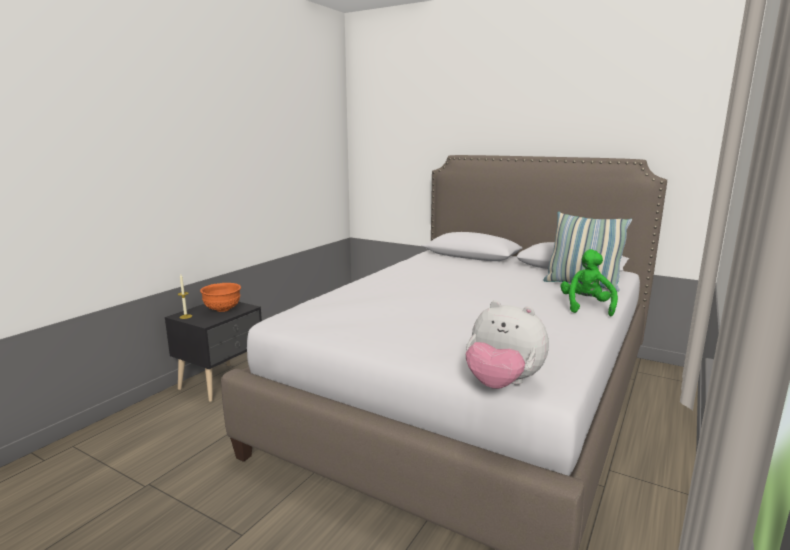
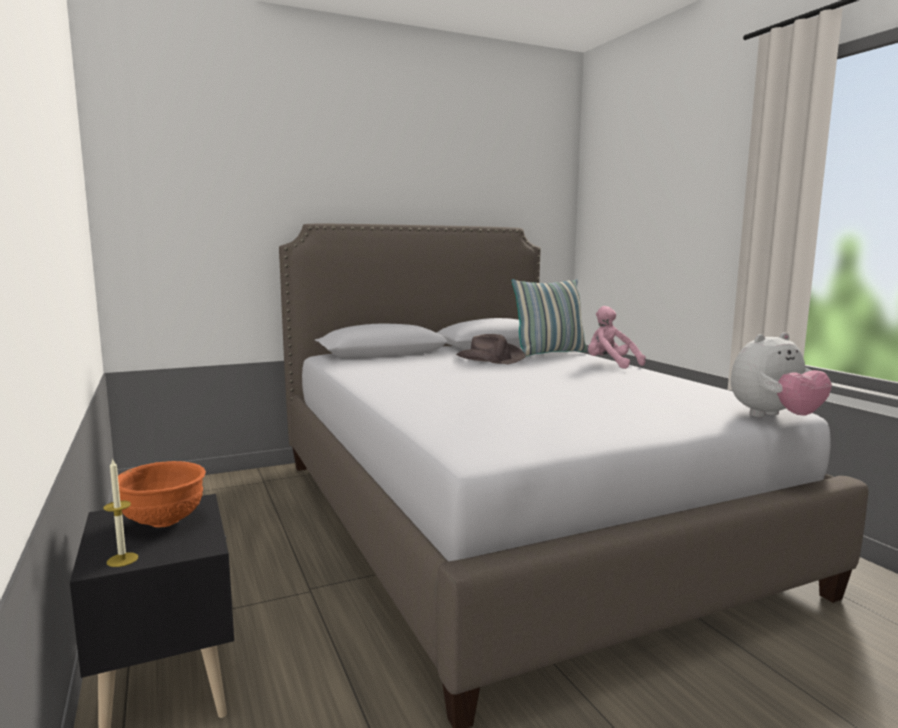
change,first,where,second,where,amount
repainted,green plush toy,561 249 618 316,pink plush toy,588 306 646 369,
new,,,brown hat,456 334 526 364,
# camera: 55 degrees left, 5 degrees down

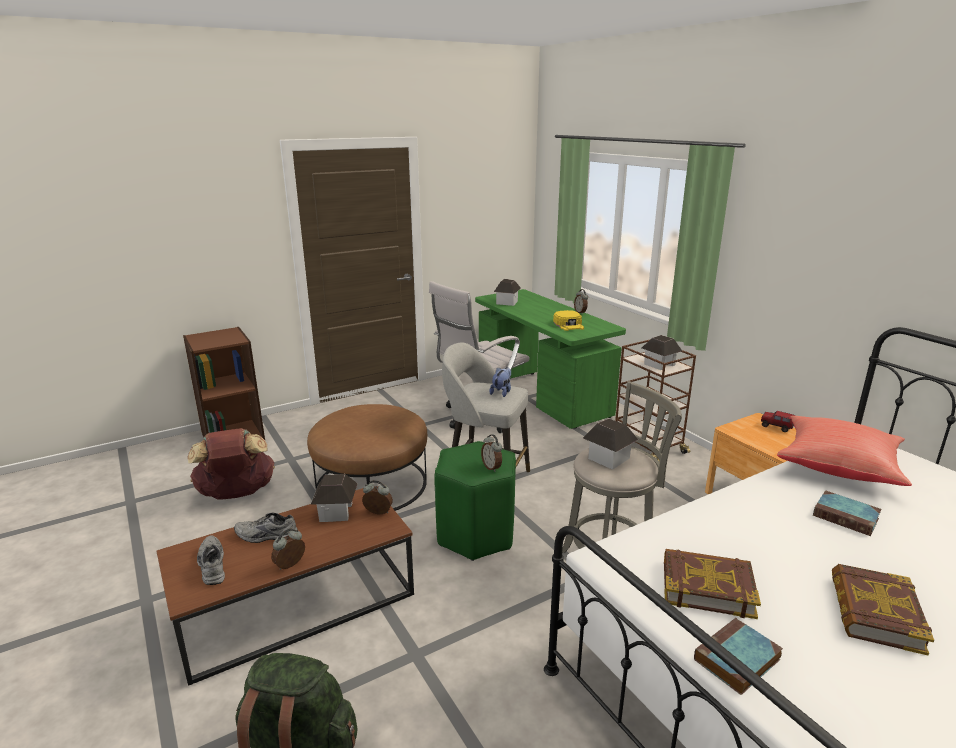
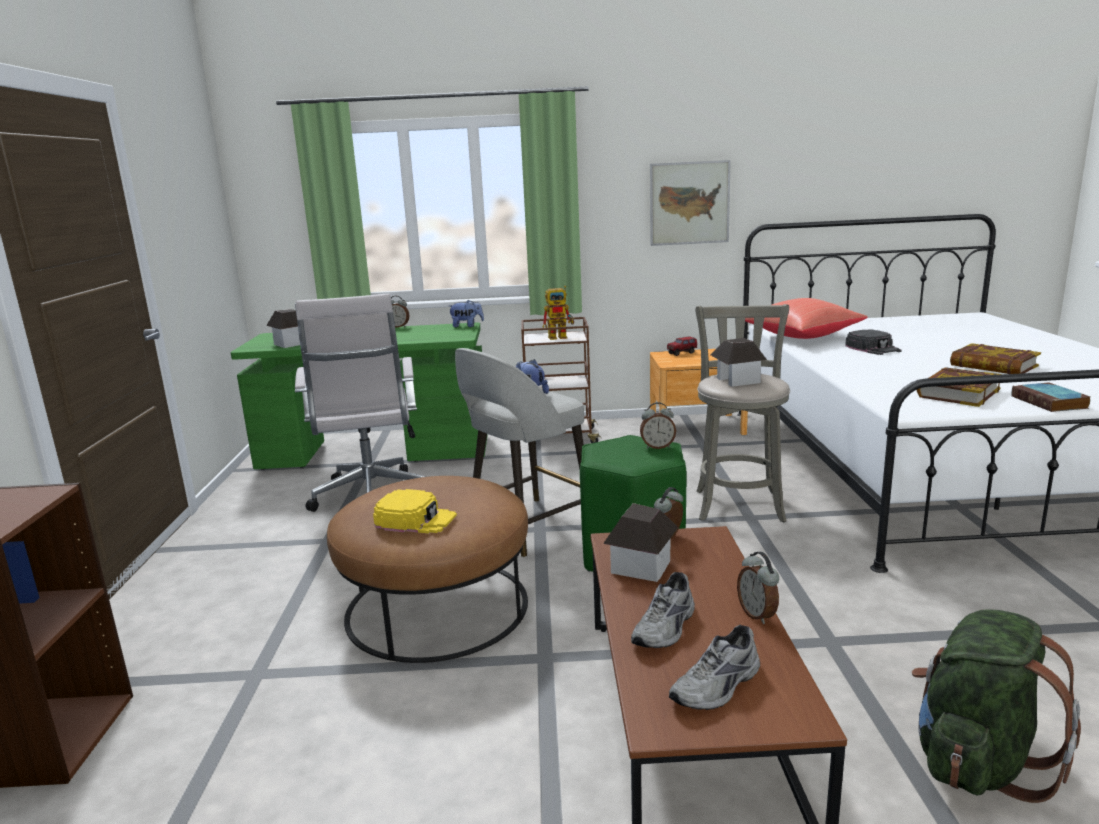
change,first,where,second,where,amount
gone,brown backpack,187 428 275 500,,,
rotated,grey shoe,197 535 225 585,,669 625 760 710,45 degrees counterclockwise
shifted,yellow cap,553 310 584 331,,373 489 457 533,
swapped,toy house,642 335 682 370,toy robot,542 286 574 340,
swapped,book,813 490 882 536,black cap,845 329 902 355,
new,,,plush toy,449 300 484 328,
new,,,picture,650 160 731 246,
# camera: 60 degrees left, 5 degrees down

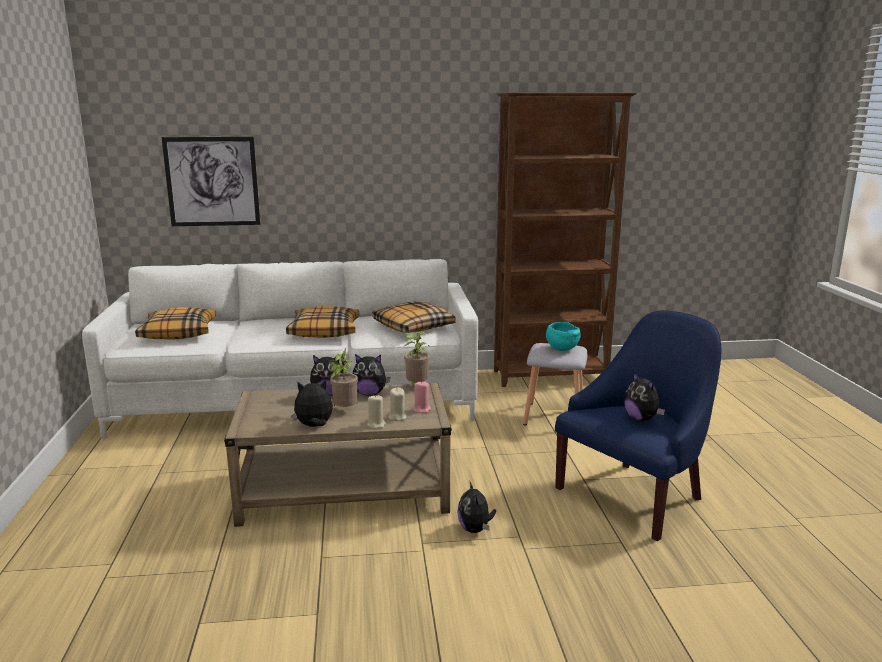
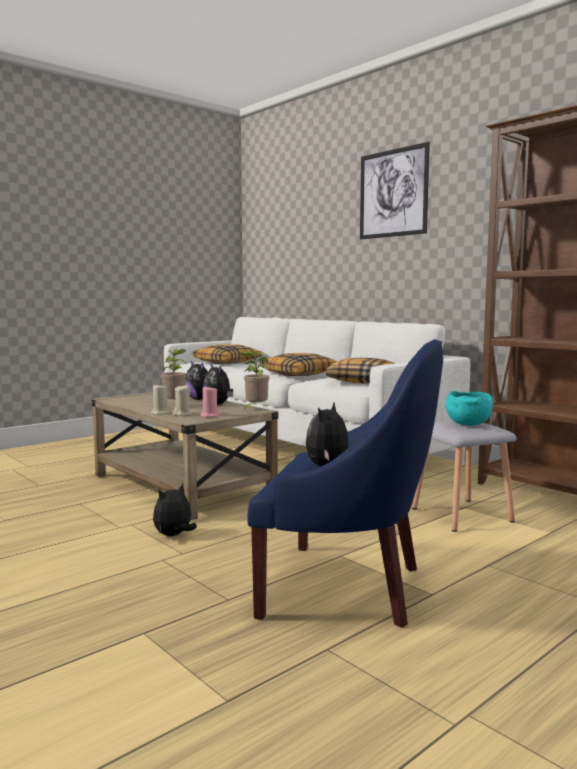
change,first,where,second,where,amount
shifted,picture,162 137 260 226,,360 142 430 239,
gone,plush toy,291 380 333 427,,,
# camera: 55 degrees right, 10 degrees down

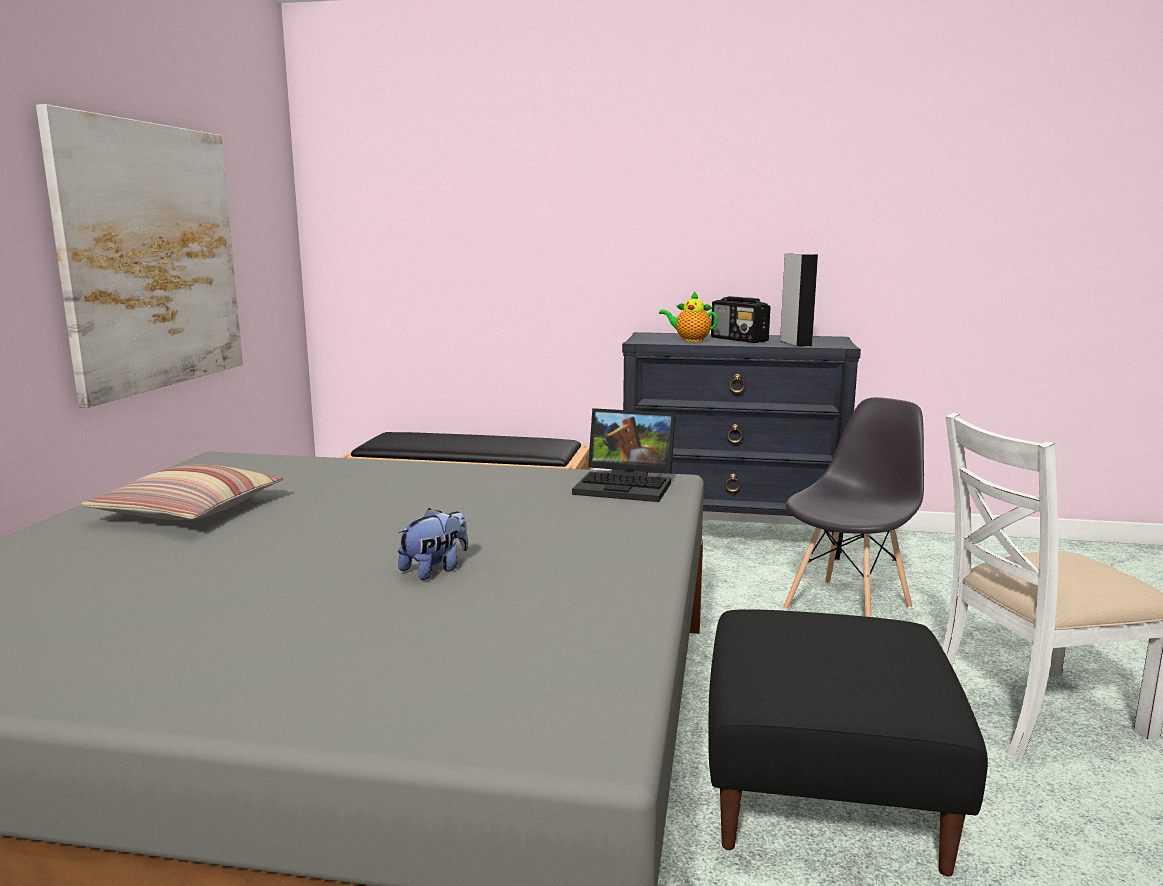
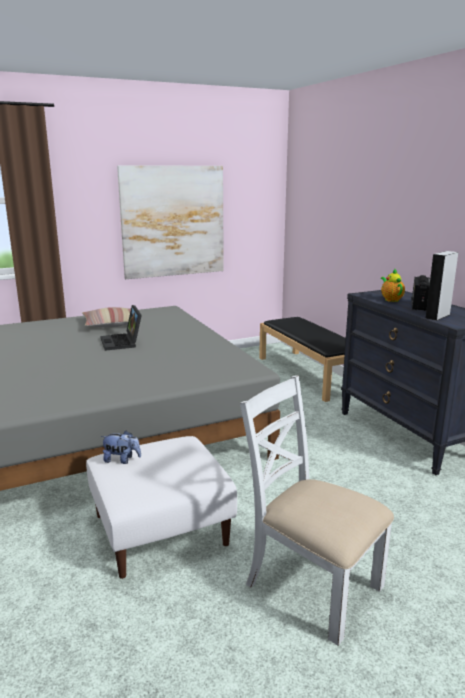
change,first,where,second,where,amount
shifted,plush toy,398 508 468 580,,101 431 141 464,
shifted,laptop,572 408 676 502,,101 305 142 351,
repainted,black ottoman,708 609 988 876,white ottoman,86 436 237 579,
gone,grey chair,783 397 924 617,,,
# camera: 55 degrees right, 5 degrees up

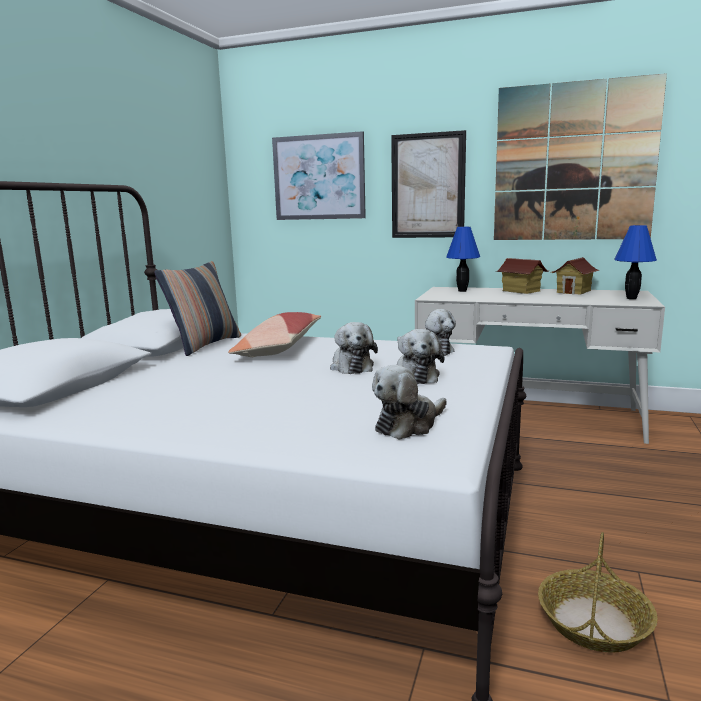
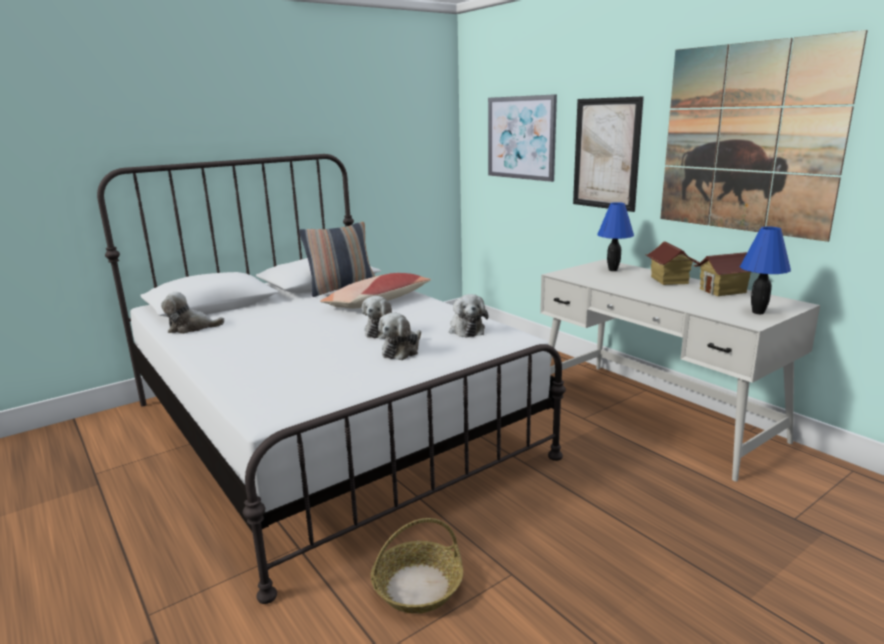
change,first,where,second,where,amount
shifted,plush toy,372 365 446 440,,161 292 224 334,
# camera: 35 degrees right, 5 degrees up

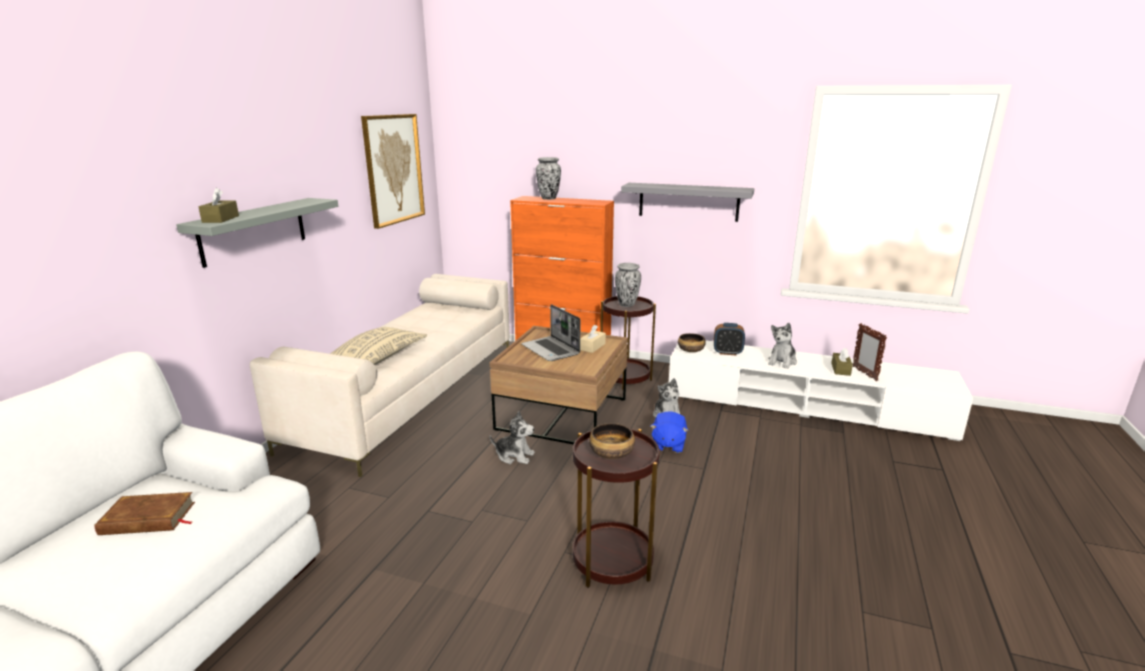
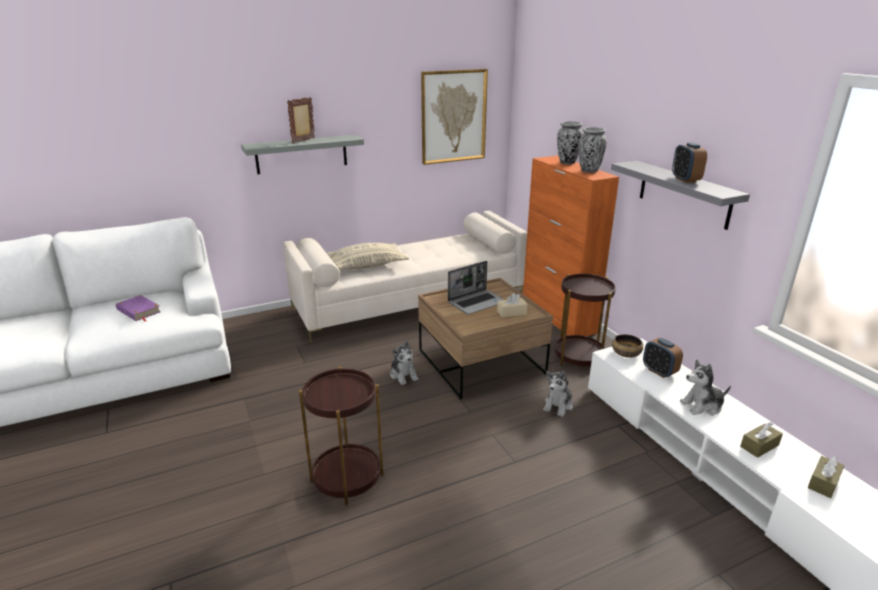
change,first,where,second,where,amount
repainted,brown book,95 492 195 535,purple book,116 295 161 322,
shifted,brown tissue box,199 188 239 223,,808 456 845 498,
rotated,laptop,521 304 580 361,,448 261 504 314,135 degrees counterclockwise
gone,bowl,589 423 635 459,,,
shifted,vase,615 263 641 307,,579 127 607 173,
gone,blue plush toy,650 411 688 453,,,
shifted,picture frame,853 323 887 381,,287 97 315 144,
new,,,alarm clock,672 142 707 183,
# camera: 45 degrees right, 5 degrees up

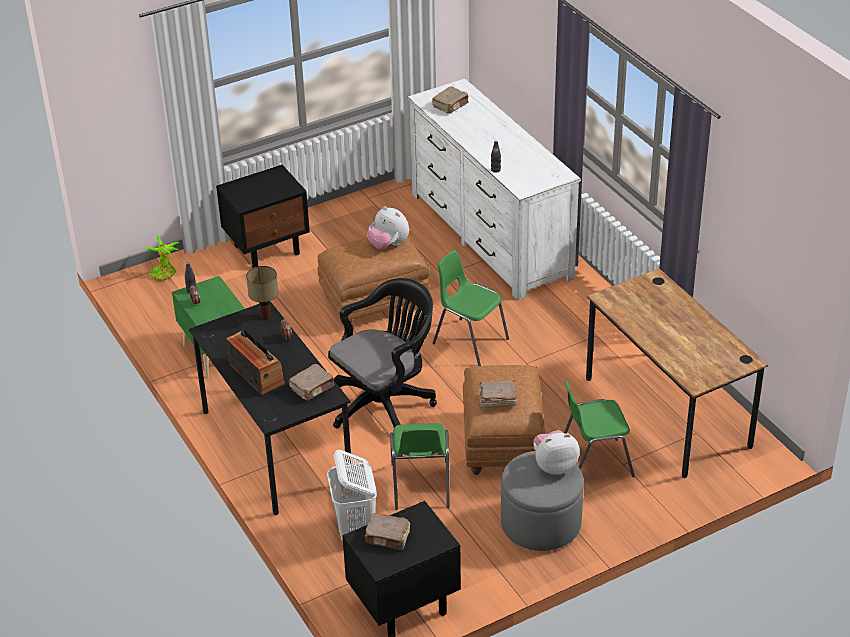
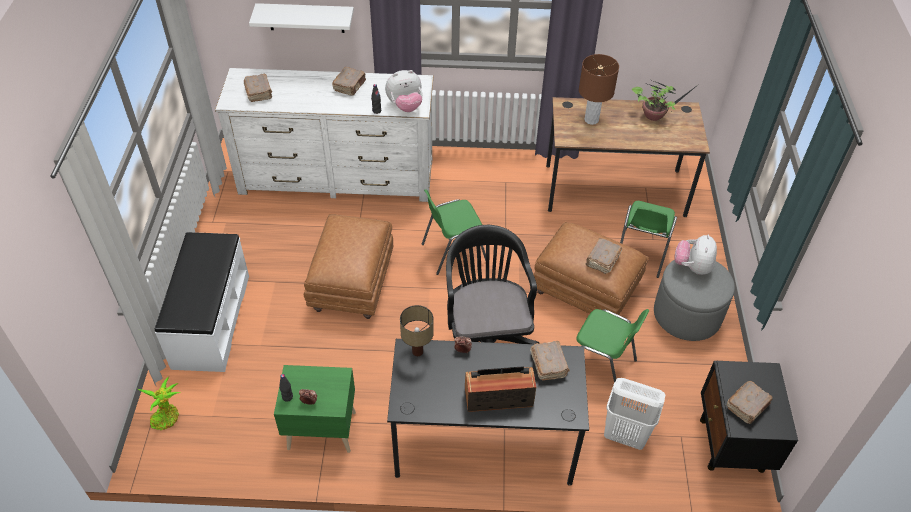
change,first,where,second,where,amount
swapped,black nightstand,216 165 310 268,white bench,155 232 249 372,
shifted,plush toy,367 206 409 249,,385 70 423 112,
new,,,white shelf,249 3 354 33,
new,,,brown book,332 67 366 96,
new,,,brown table lamp,579 54 619 125,
new,,,potted plant,632 80 699 121,
# camera: 60 degrees left, 10 degrees up

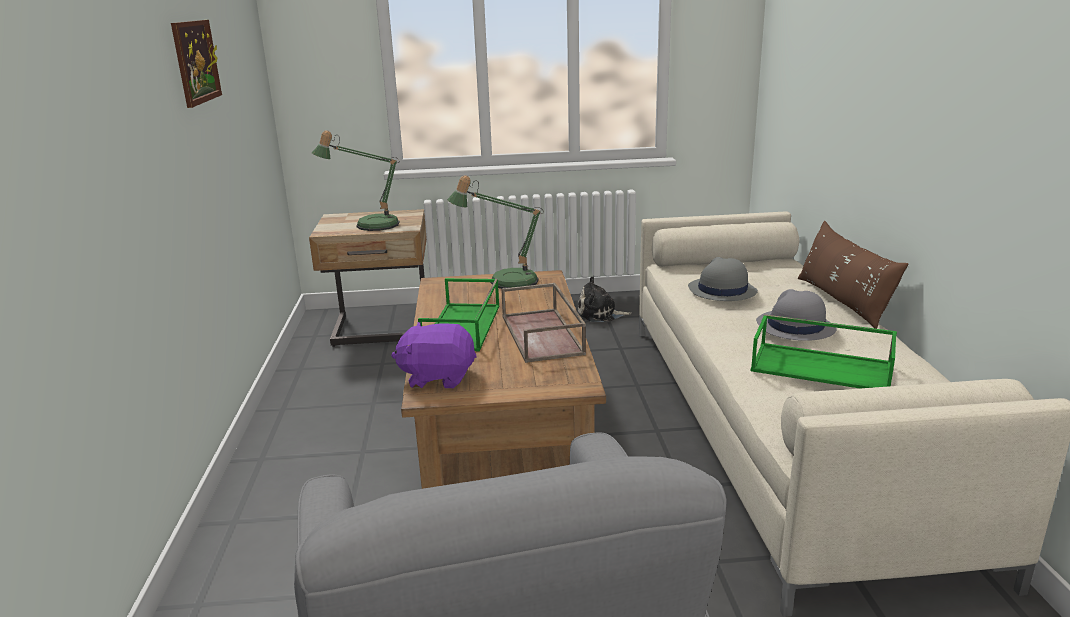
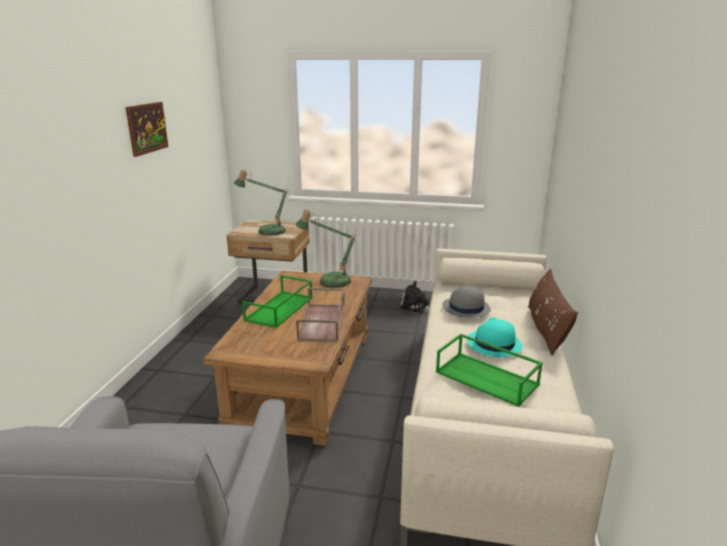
change,first,where,second,where,amount
gone,purple plush toy,391 322 477 388,,,
repainted,grey hat,756 289 837 341,turquoise hat,467 317 523 357,
# camera: 15 degrees right, 0 degrees up

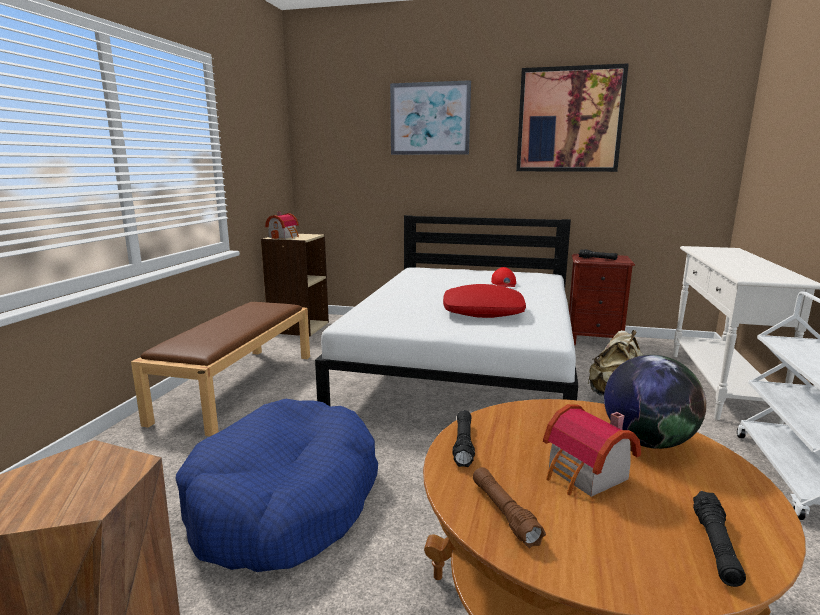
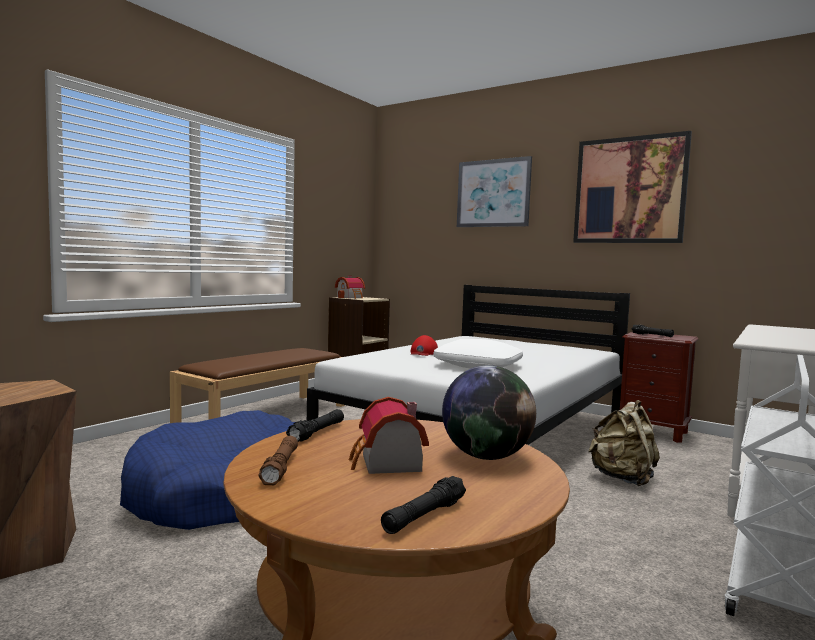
change,first,where,second,where,amount
repainted,red pillow,443 284 526 318,white pillow,434 339 523 369,
shifted,red cap,491 267 516 287,,410 335 438 356,
# camera: 20 degrees right, 10 degrees down

